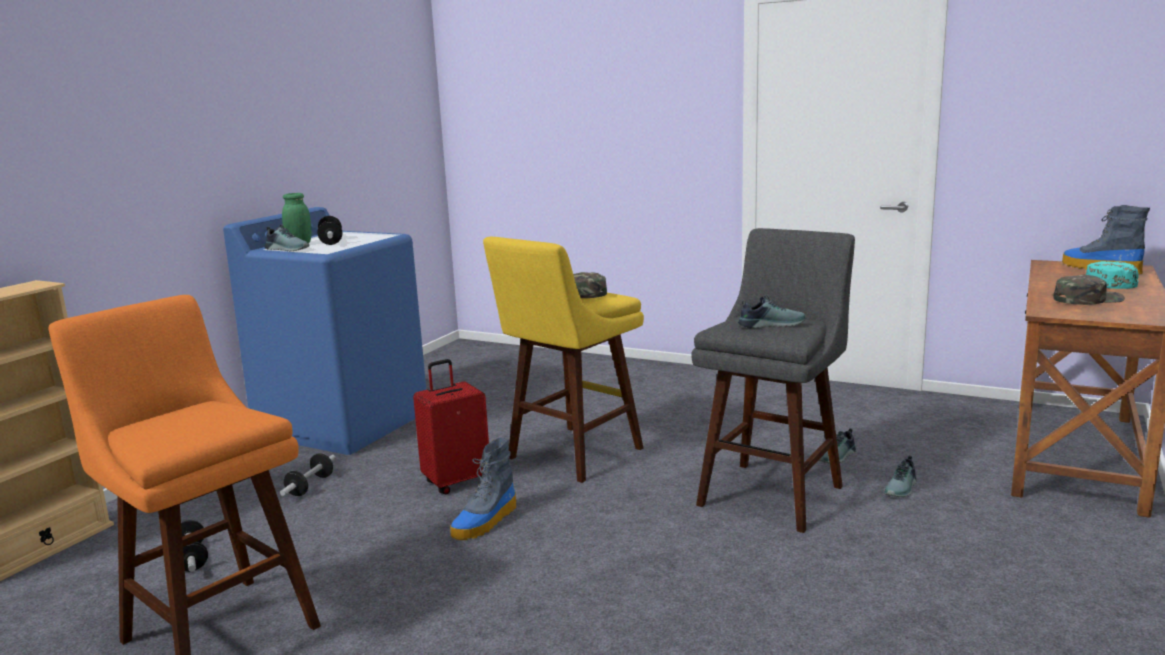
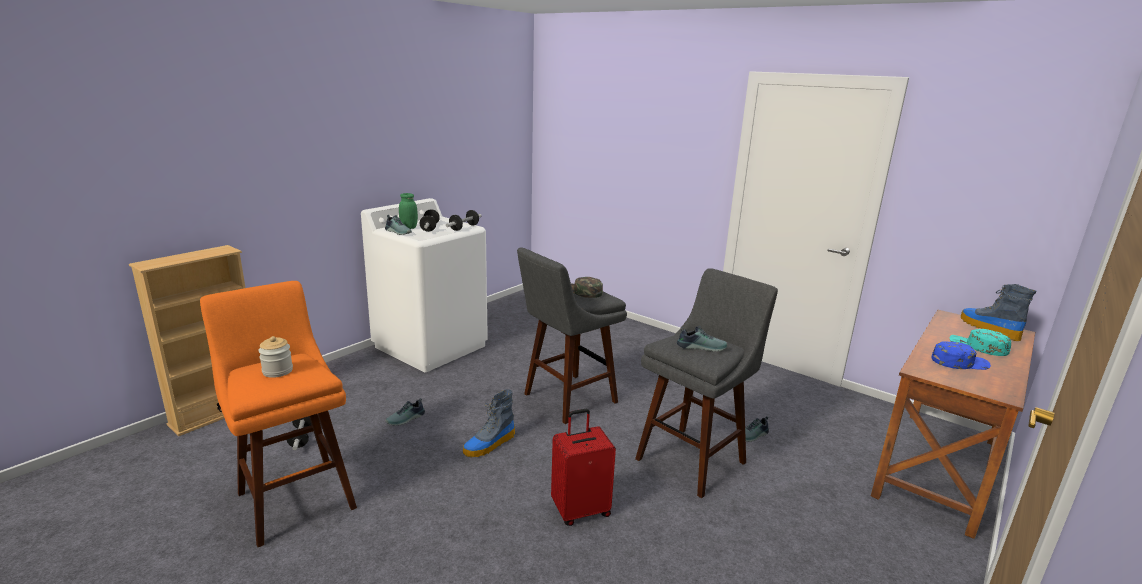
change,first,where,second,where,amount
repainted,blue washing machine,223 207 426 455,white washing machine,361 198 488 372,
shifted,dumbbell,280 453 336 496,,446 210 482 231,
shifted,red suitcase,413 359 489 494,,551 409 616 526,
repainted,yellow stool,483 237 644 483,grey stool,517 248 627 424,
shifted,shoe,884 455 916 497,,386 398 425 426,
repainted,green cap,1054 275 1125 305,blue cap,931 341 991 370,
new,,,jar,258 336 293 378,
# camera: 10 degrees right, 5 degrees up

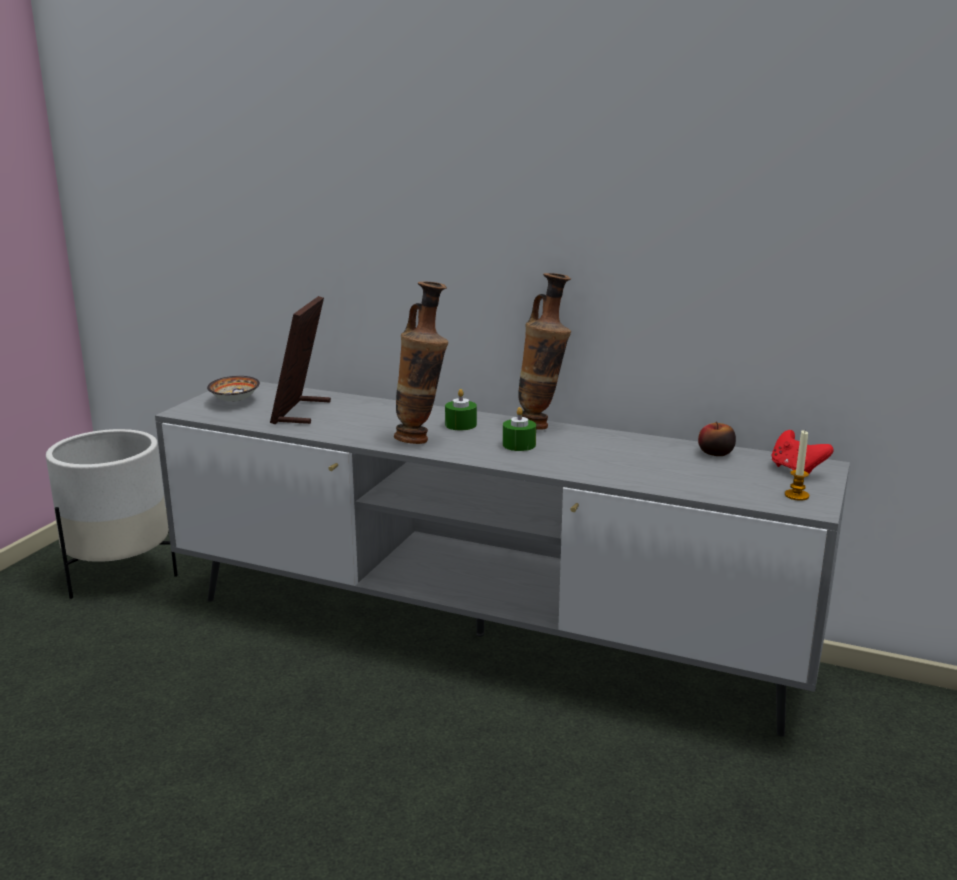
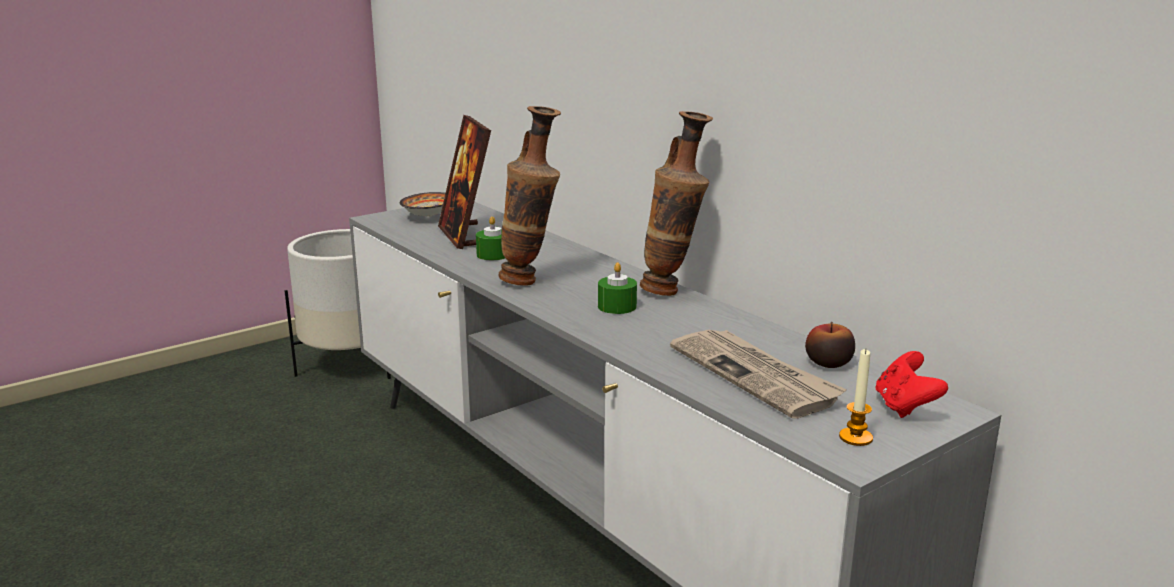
change,first,where,second,where,amount
rotated,picture frame,270 296 331 425,,438 115 491 249,60 degrees counterclockwise
shifted,green candle,445 389 477 430,,476 216 505 260,
new,,,newspaper,670 329 847 419,
# camera: 30 degrees right, 0 degrees up

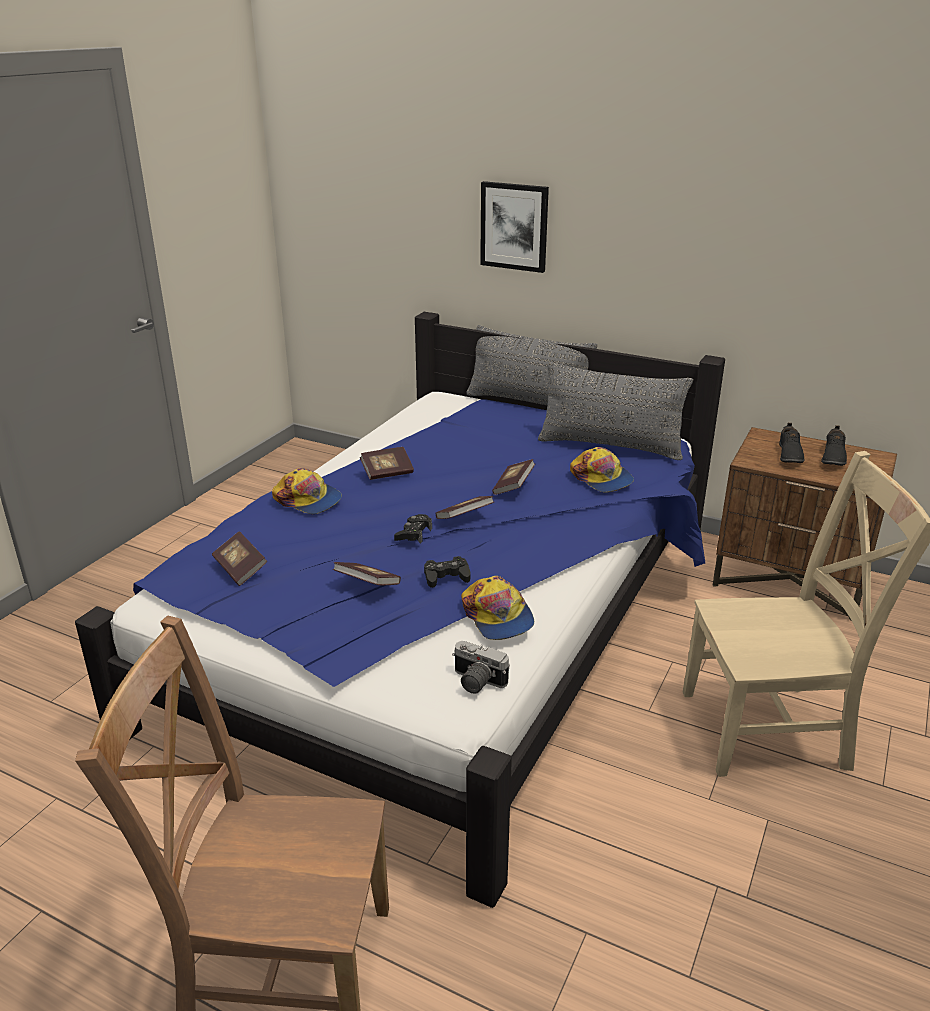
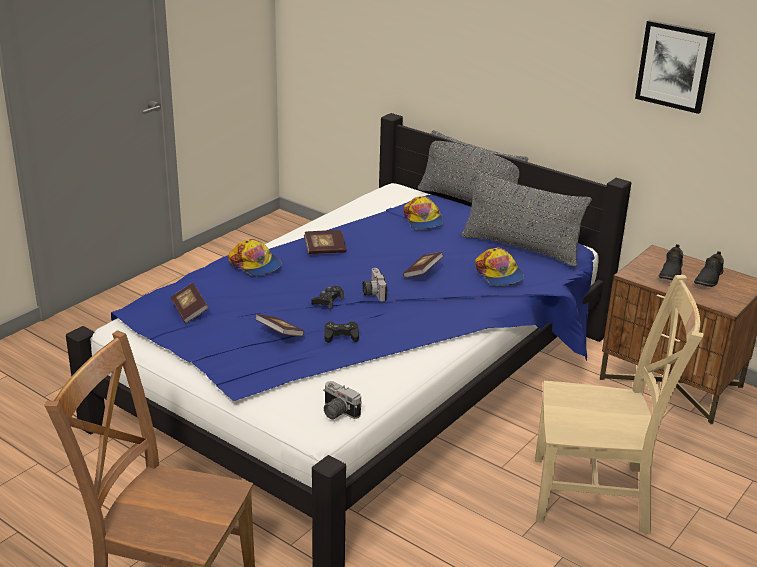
change,first,where,second,where,amount
swapped,book,435 496 494 519,photo camera,362 268 387 302,
shifted,cap,461 576 535 640,,404 196 443 229,
shifted,picture,480 181 549 273,,635 20 715 114,
# camera: 10 degrees right, 0 degrees up

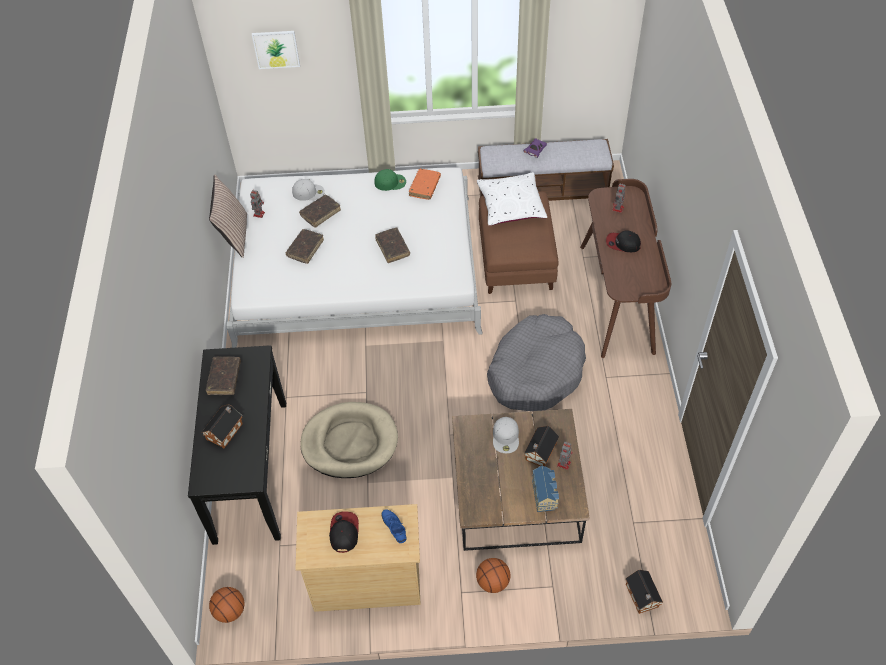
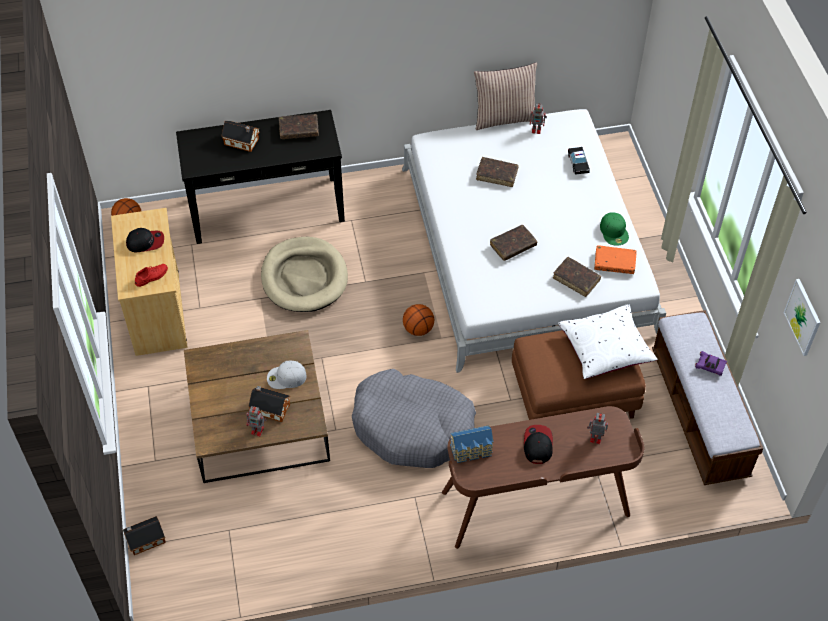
change,first,where,second,where,amount
shifted,picture,252 31 300 69,,784 279 820 356,
swapped,white cap,292 179 325 201,toy car,568 147 590 175,
shifted,brown book,299 195 341 228,,553 257 601 297,
repainted,blue shoe,381 509 407 543,red shoe,135 264 168 287,
shifted,basketball,476 558 510 593,,403 304 434 336,
shifted,toy house,532 465 559 512,,450 426 494 463,
# camera: 80 degrees right, 0 degrees up

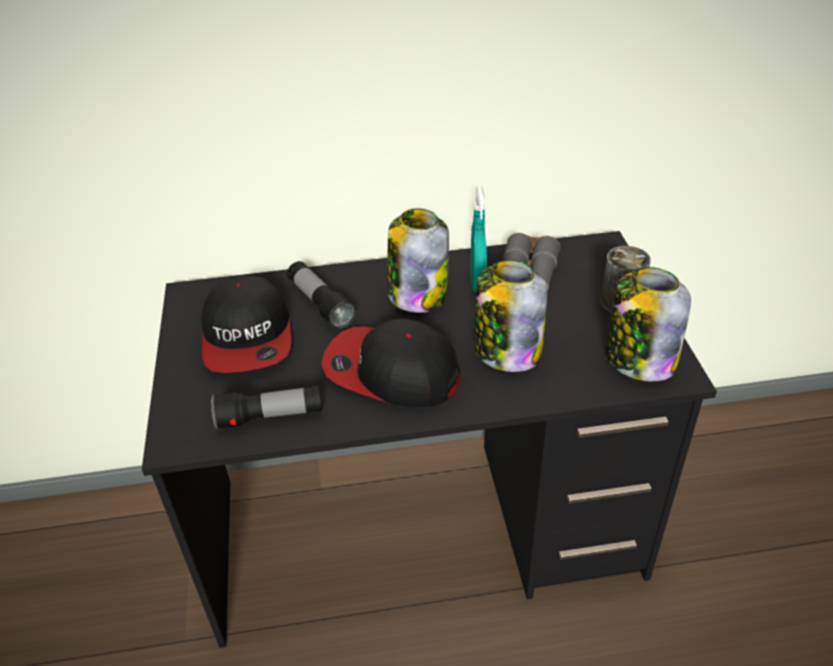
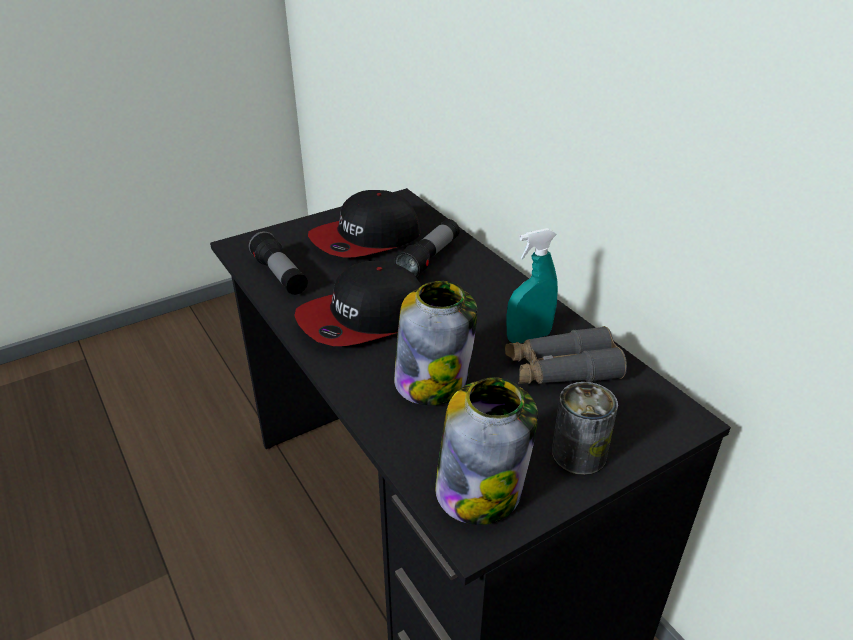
change,first,where,second,where,amount
rotated,cap,321 319 460 407,,294 261 421 346,120 degrees counterclockwise
gone,jar,388 208 449 313,,,
# camera: 65 degrees right, 5 degrees down

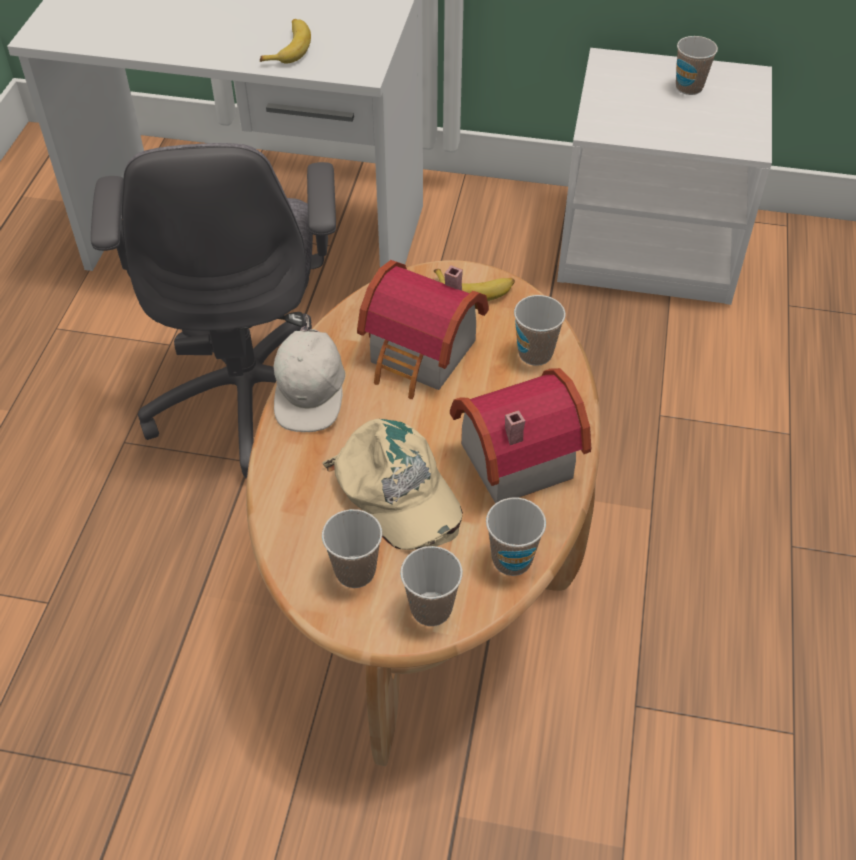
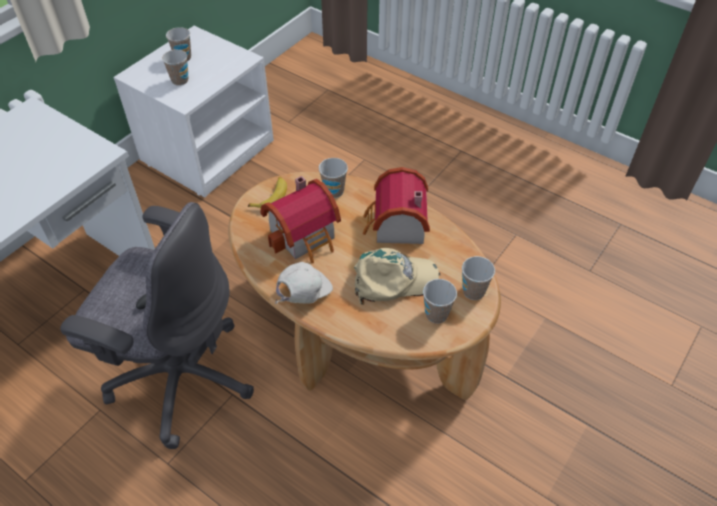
change,first,where,second,where,amount
gone,banana,260 19 311 64,,,
rotated,white cap,274 314 345 432,,275 262 333 304,75 degrees counterclockwise
shifted,cup,486 498 546 576,,162 50 188 86,
# camera: 65 degrees left, 0 degrees up

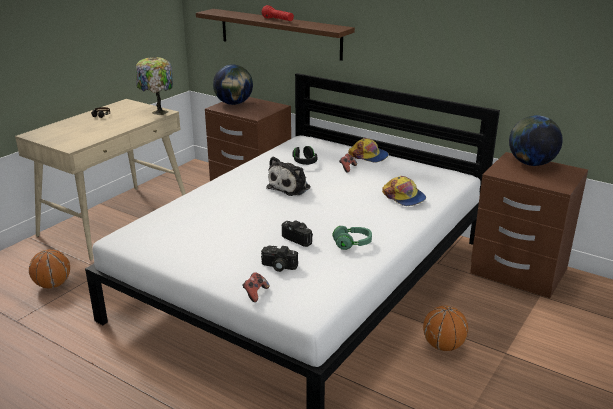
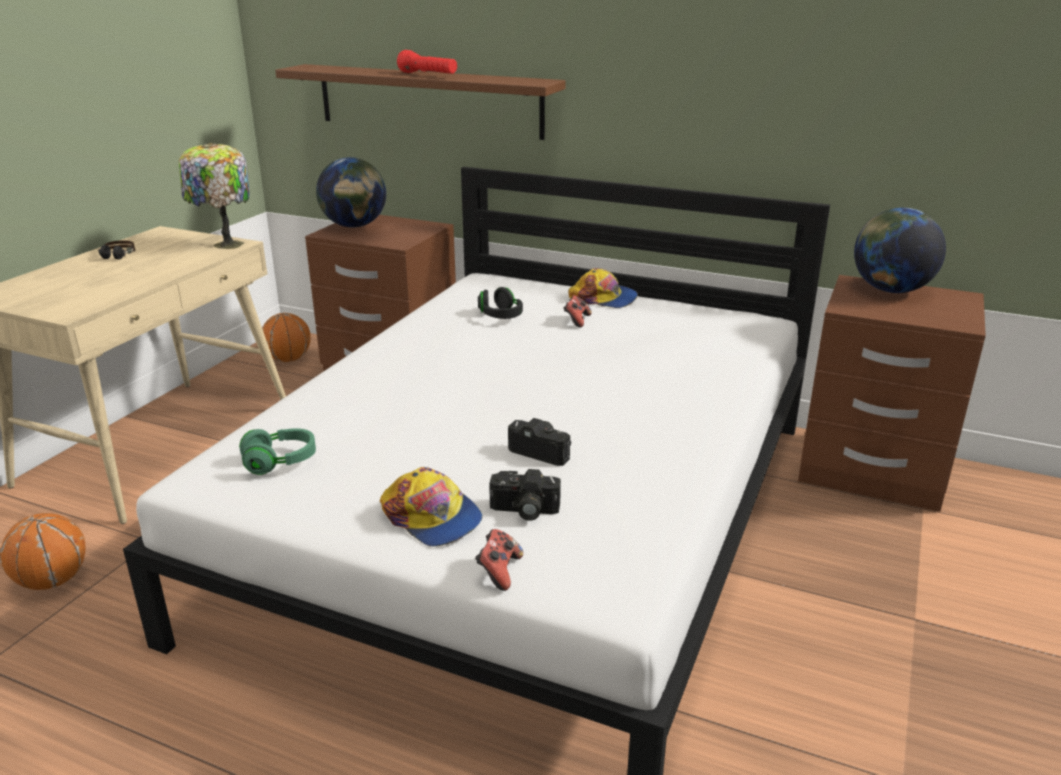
change,first,where,second,where,amount
gone,plush toy,266 156 310 196,,,
shifted,green headphones,333 226 372 250,,239 429 316 475,
shifted,cap,382 176 426 206,,380 467 482 546,
shifted,basketball,423 306 468 351,,262 313 311 362,
# camera: 10 degrees left, 0 degrees up

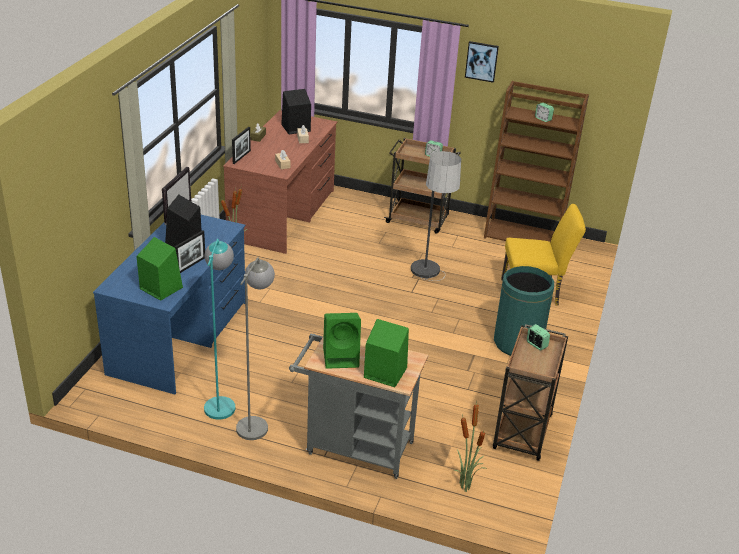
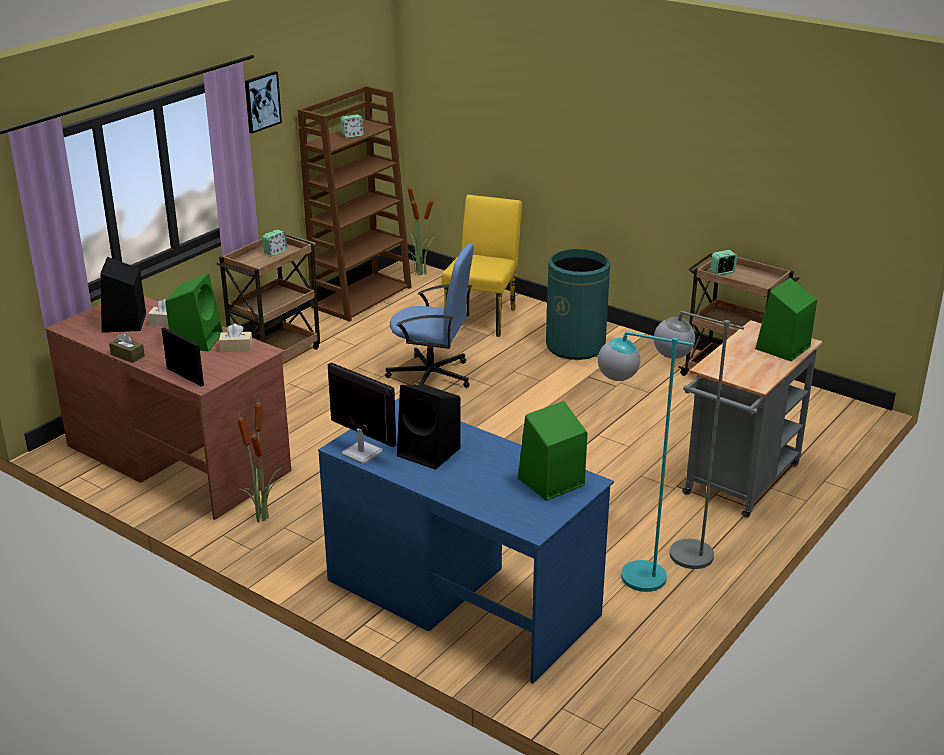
change,first,where,second,where,amount
gone,picture frame,174 230 205 273,,,
shifted,green speaker,323 313 361 369,,165 273 223 351,
swapped,floor lamp,411 151 461 281,blue office chair,385 244 474 388,
shifted,potted plant,454 402 487 492,,408 183 436 275,
# camera: 70 degrees left, 5 degrees down

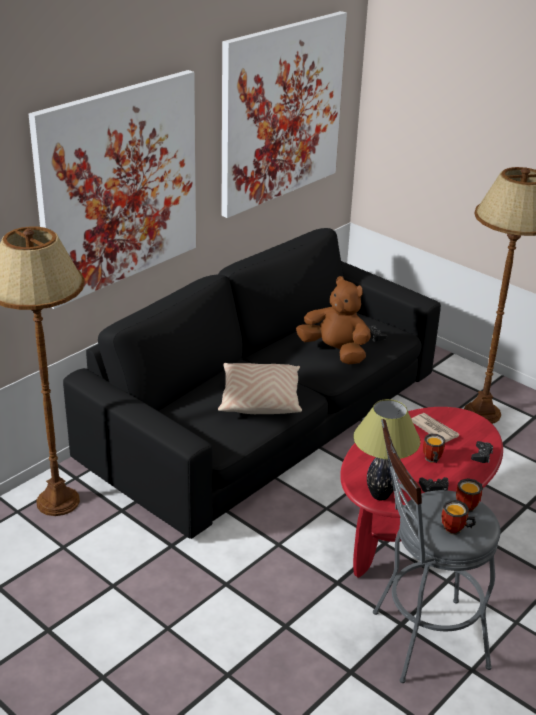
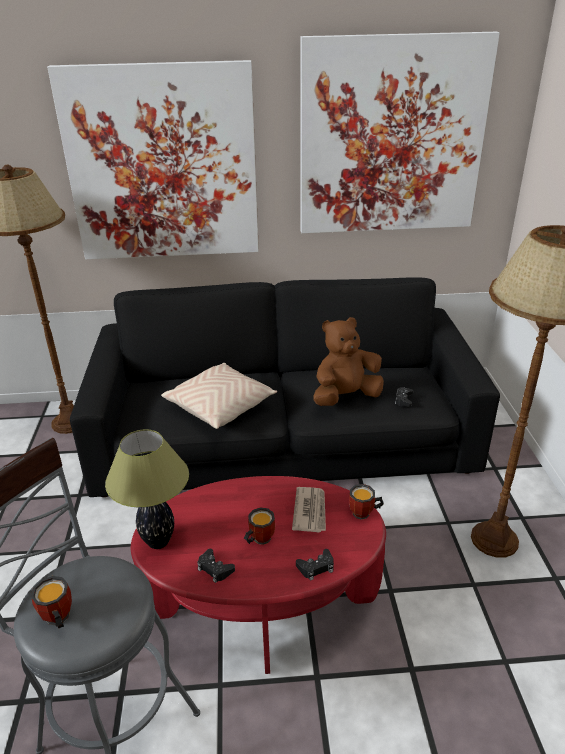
change,first,where,second,where,amount
rotated,brown plush toy,296 276 371 364,,313 317 384 406,105 degrees counterclockwise
shifted,mug,456 478 483 513,,349 484 384 520,
# camera: 45 degrees right, 0 degrees up

